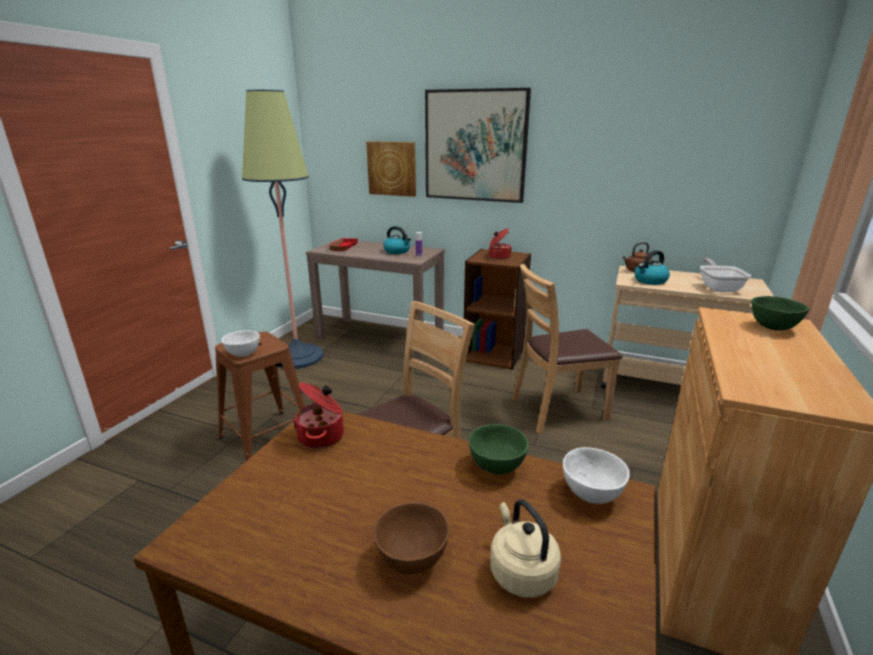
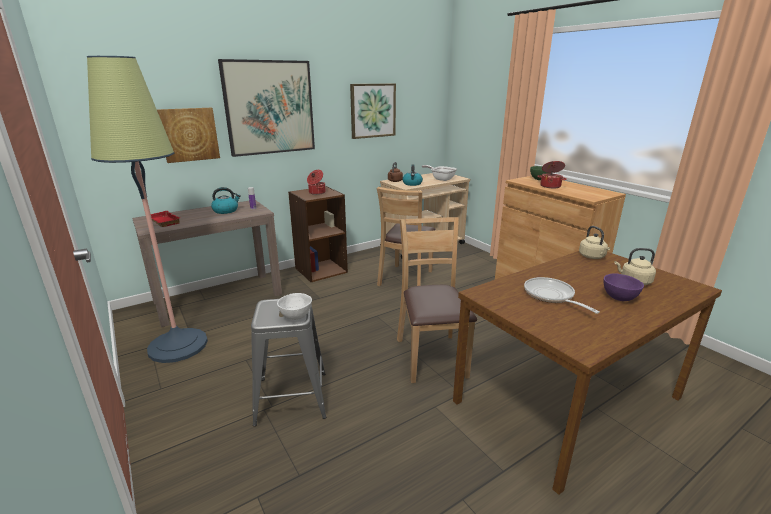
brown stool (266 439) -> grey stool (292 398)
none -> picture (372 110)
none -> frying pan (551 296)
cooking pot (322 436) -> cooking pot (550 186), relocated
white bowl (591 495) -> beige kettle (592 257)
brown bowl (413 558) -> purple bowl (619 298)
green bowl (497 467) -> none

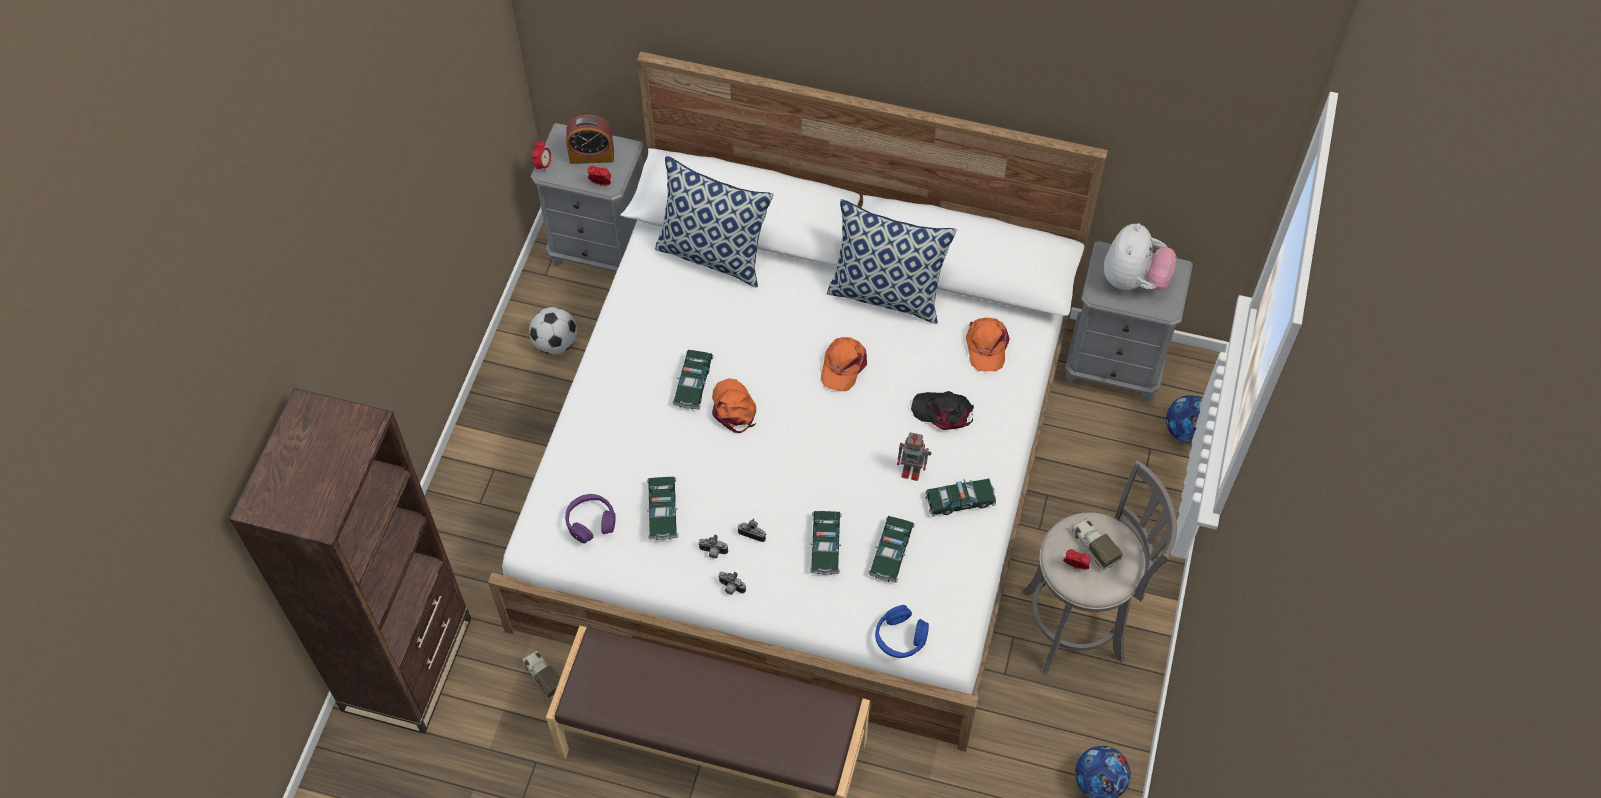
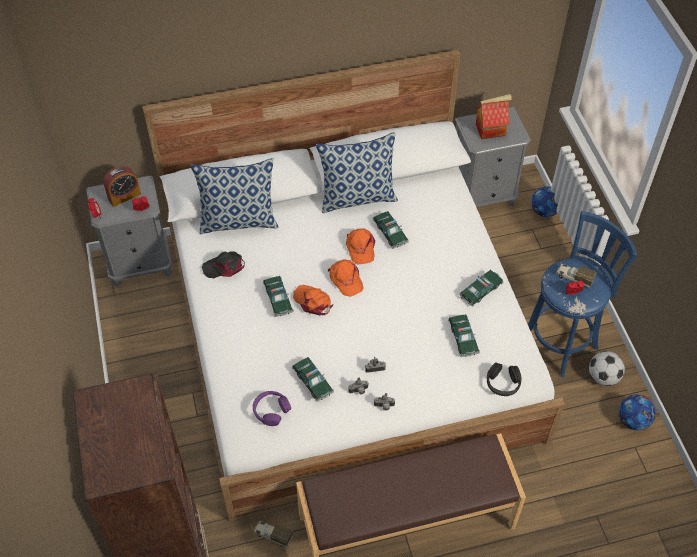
black cap (943 412) -> black cap (224 267), relocated
orange cap (986 346) -> orange cap (345 279), relocated
toy car (825 546) -> toy car (390 233), relocated
plush toy (1133 280) -> toy house (491 129)
blue headphones (900 637) -> black headphones (502 383)
grey stool (1079 624) -> blue stool (561 340)
football (555 343) -> football (603 377), relocated
toy robot (912 470) -> none

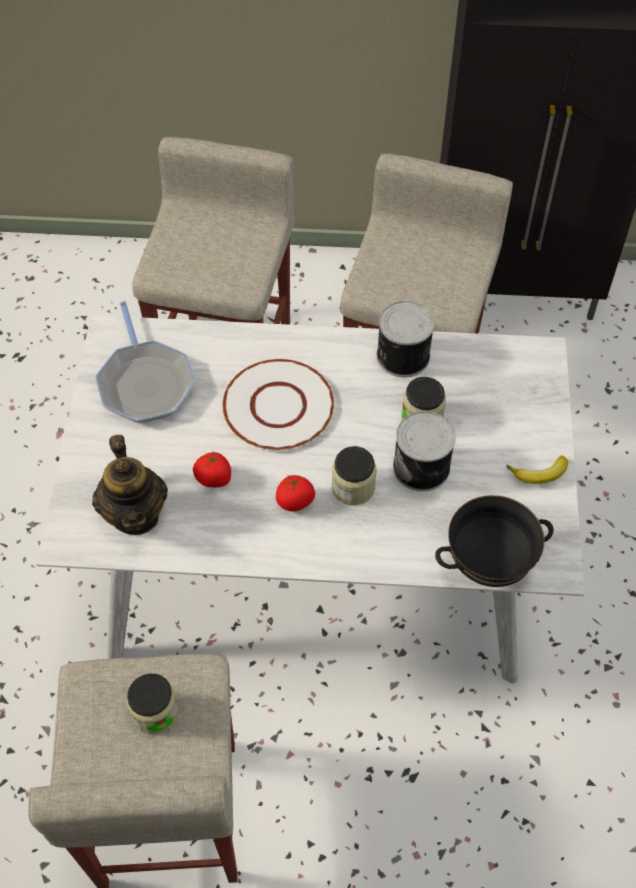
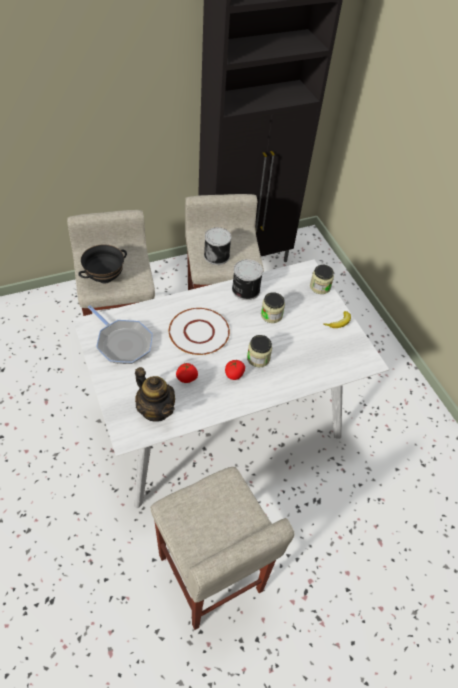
black bowl (488 563) -> black bowl (105 277), relocated
can (423 467) -> can (217 255), relocated
jar (155 712) -> jar (320 287), relocated

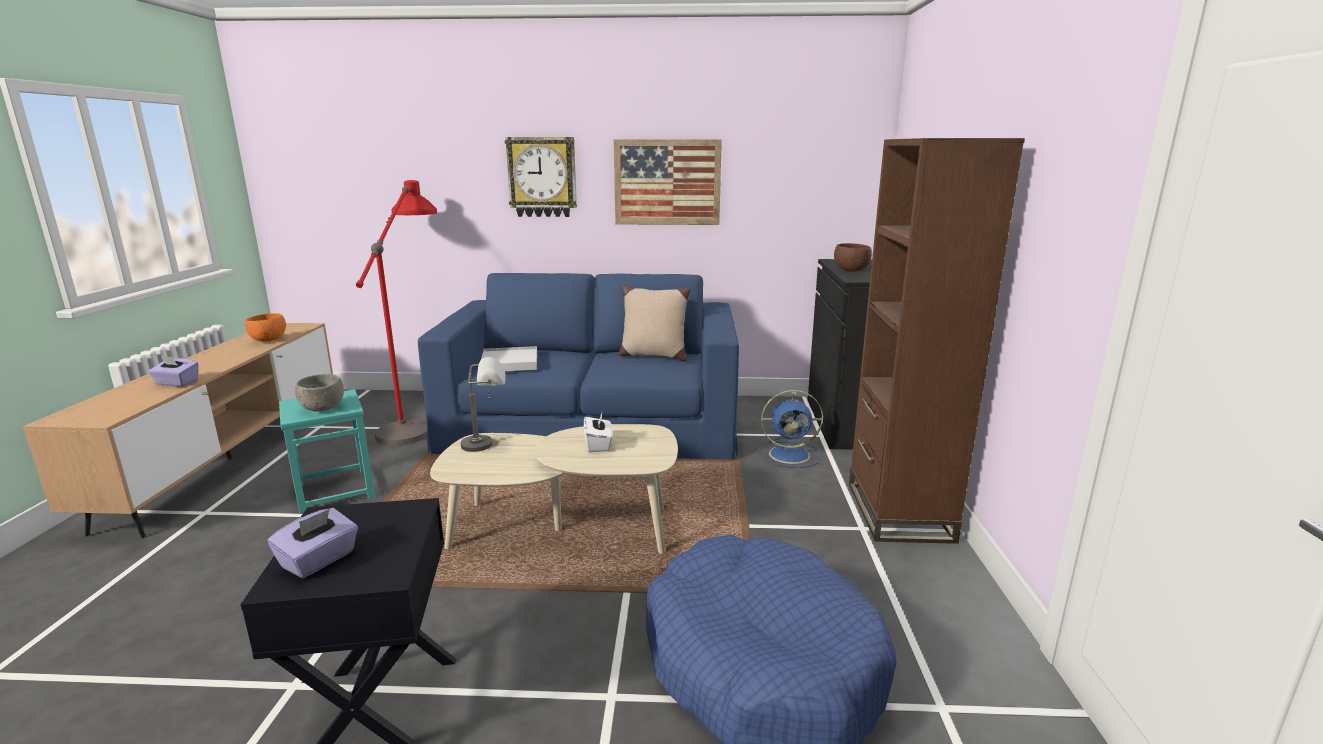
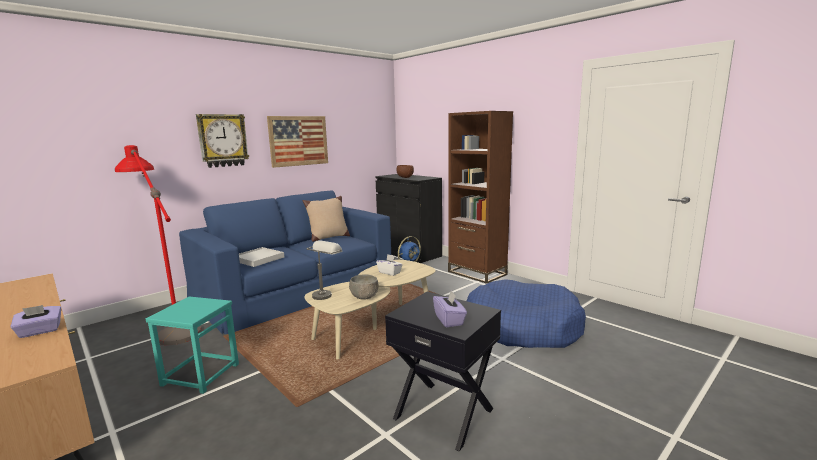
grey bowl (322 409) -> grey bowl (364 297), relocated
orange bowl (268 340) -> none

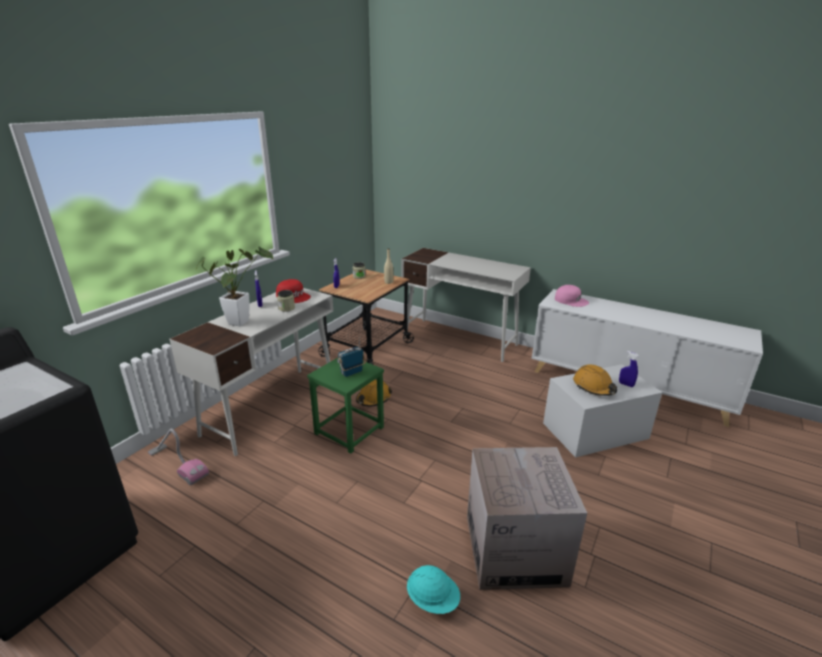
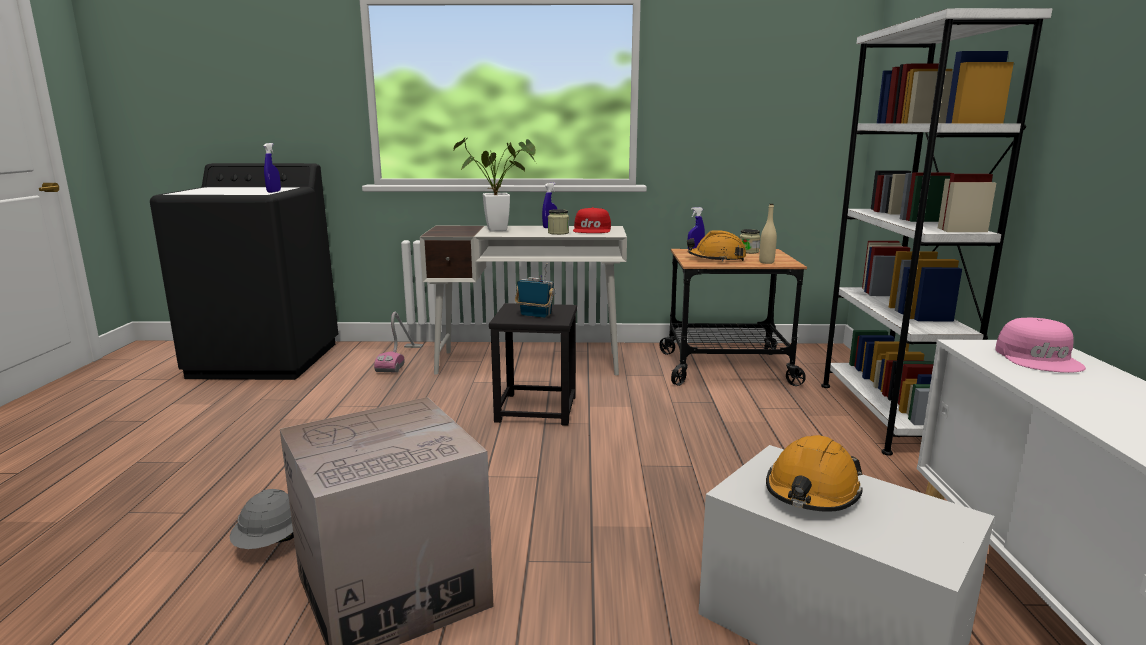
turquoise hard hat (433 600) -> grey hard hat (270 543)
blue spray bottle (626 384) -> blue spray bottle (274 192), relocated
green stool (349 431) -> black stool (536 409)
orange hard hat (373 399) -> orange hard hat (717 259), relocated
white desk (460 339) -> white bookcase (886 416)

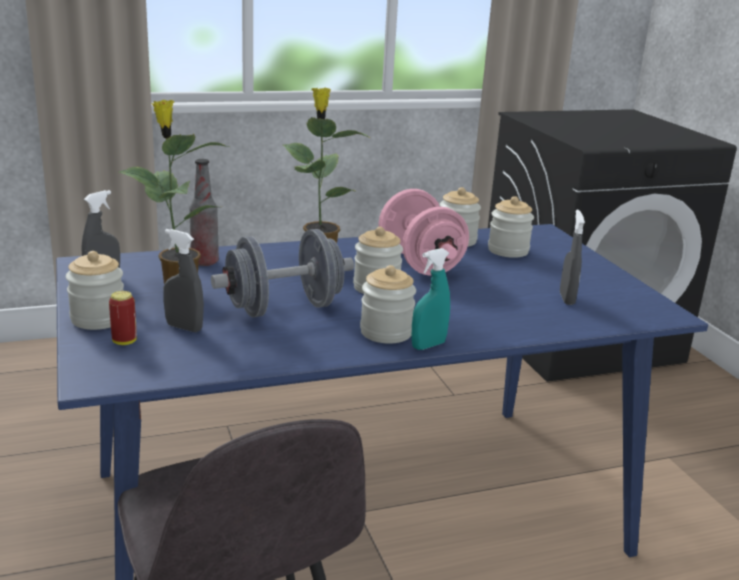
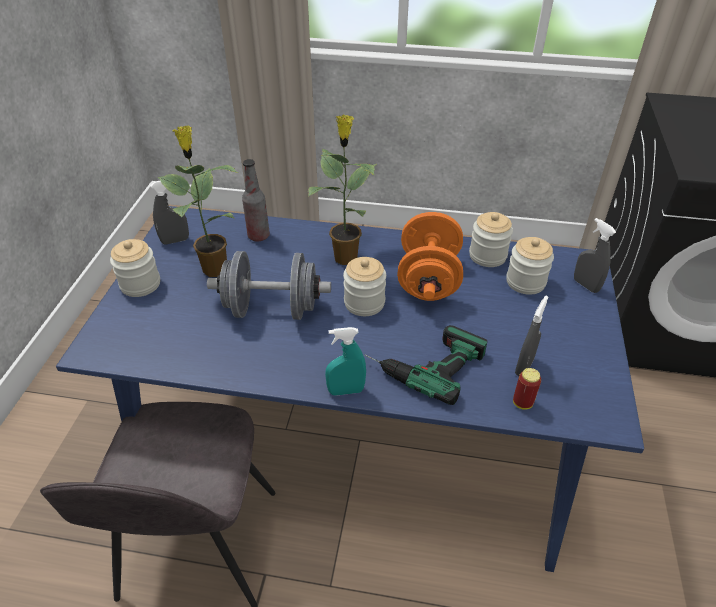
none -> power drill (423 361)
pink dumbbell (420 263) -> orange dumbbell (428 279)
can (124 342) -> can (522 403), relocated
grey spray bottle (184 327) -> grey spray bottle (585 285), relocated
jar (386 332) -> none

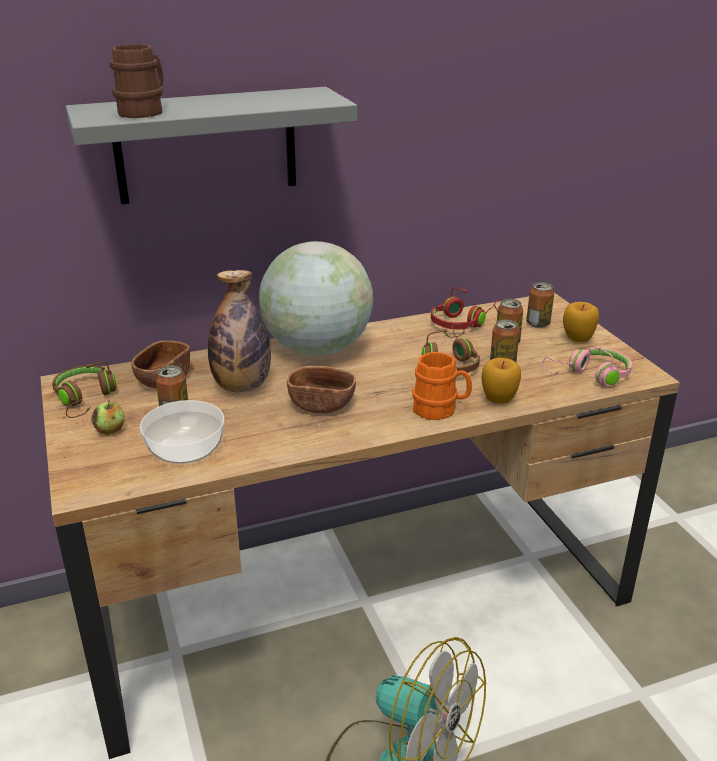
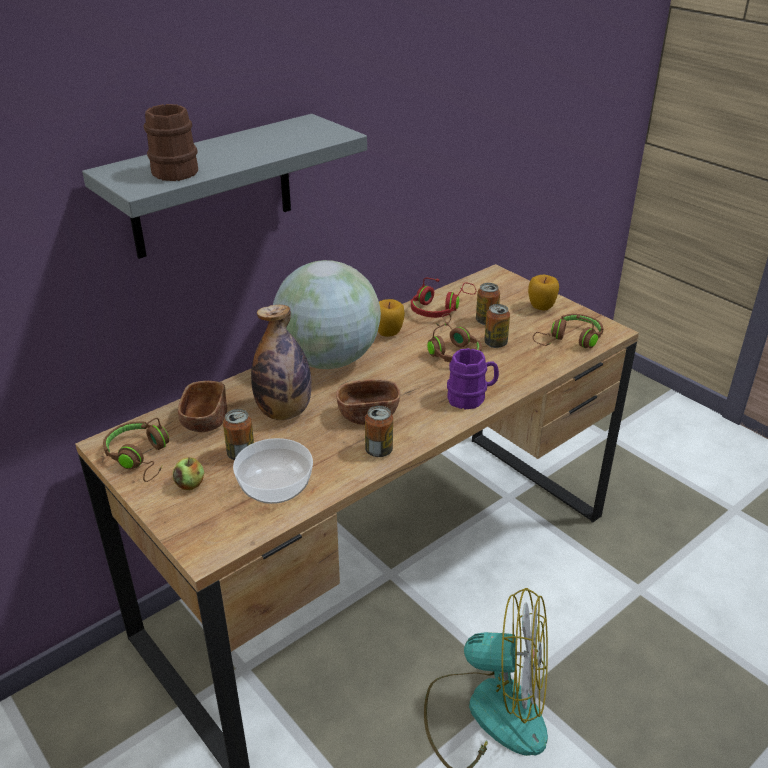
can (538 324) -> can (379 450), relocated
apple (498 400) -> apple (388 334), relocated
orange mug (440 410) -> purple mug (471 398)
pink headphones (590 375) -> brown headphones (570 340)

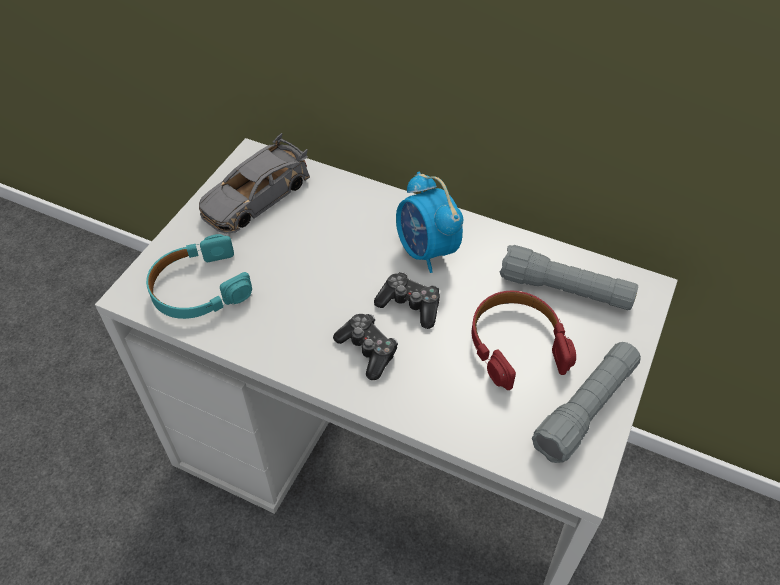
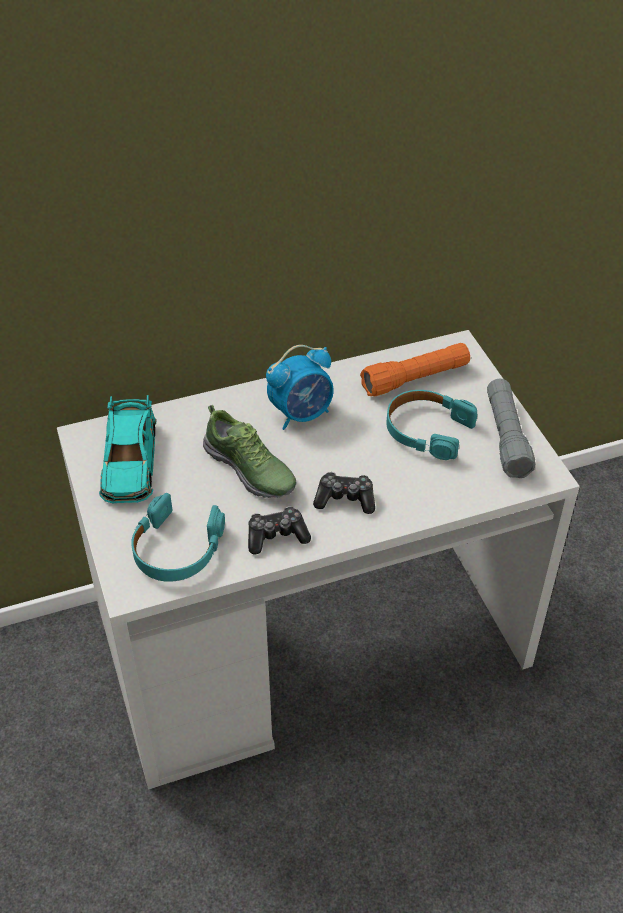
grey toy car (256 197) -> turquoise toy car (129 461)
none -> shoe (250 470)
game controller (410 305) -> game controller (276 536), relocated
alarm clock (426 251) -> alarm clock (302 414), 45 degrees counterclockwise
grey flashlight (565 290) -> orange flashlight (415 379)
red headphones (516 344) -> turquoise headphones (427 430)

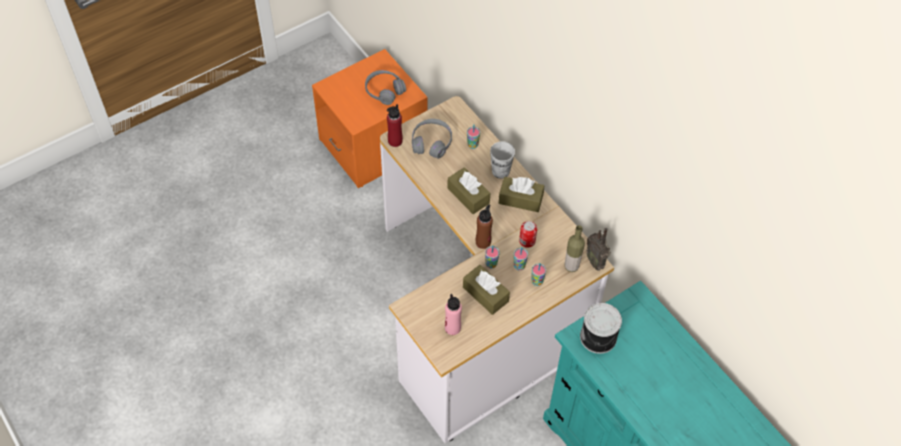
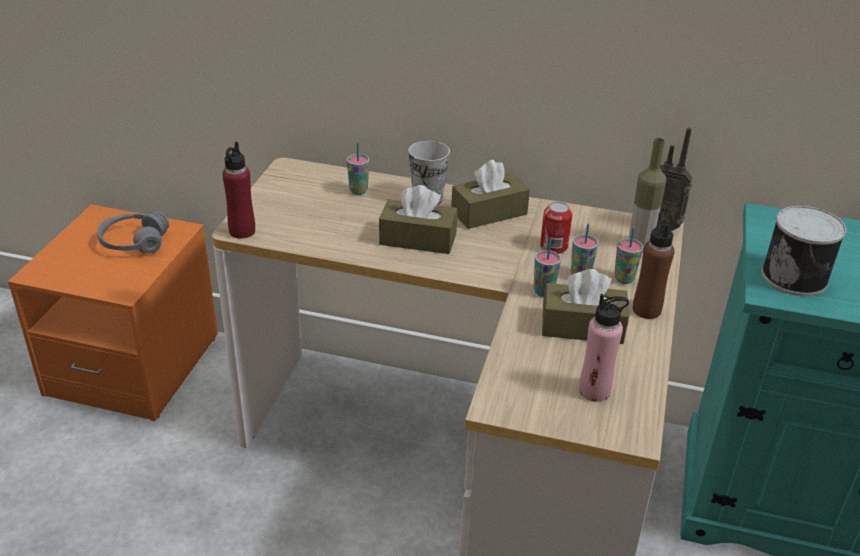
brown bottle (483 242) -> brown bottle (646 310), relocated
grey headphones (431 143) -> none

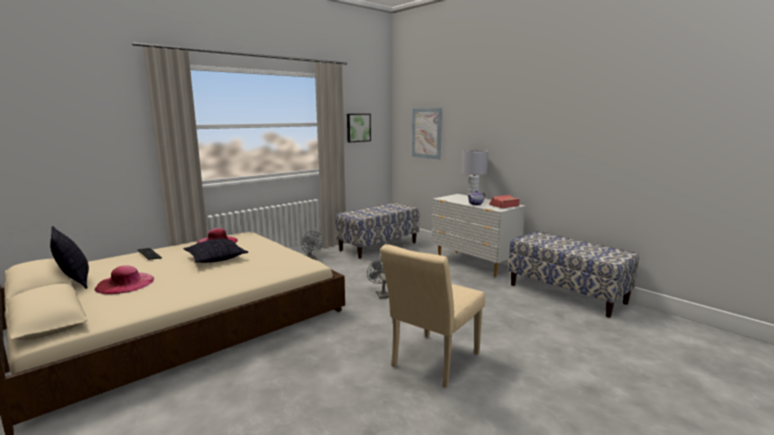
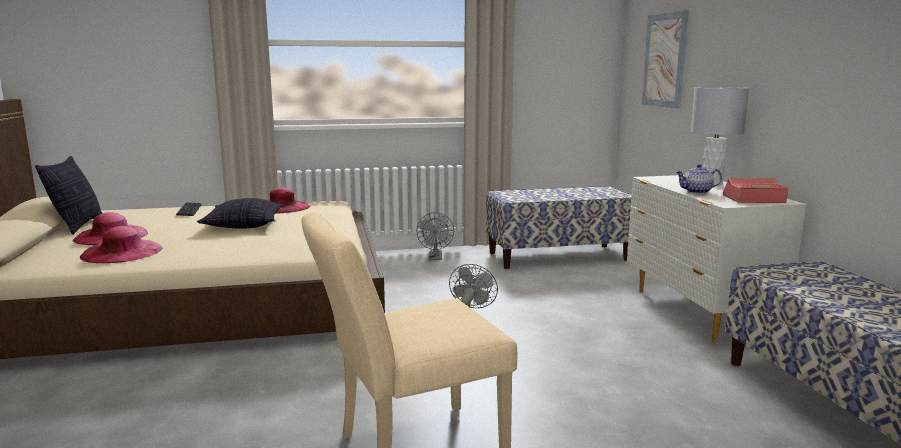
none -> pink hat (122 252)
picture (358 127) -> none

